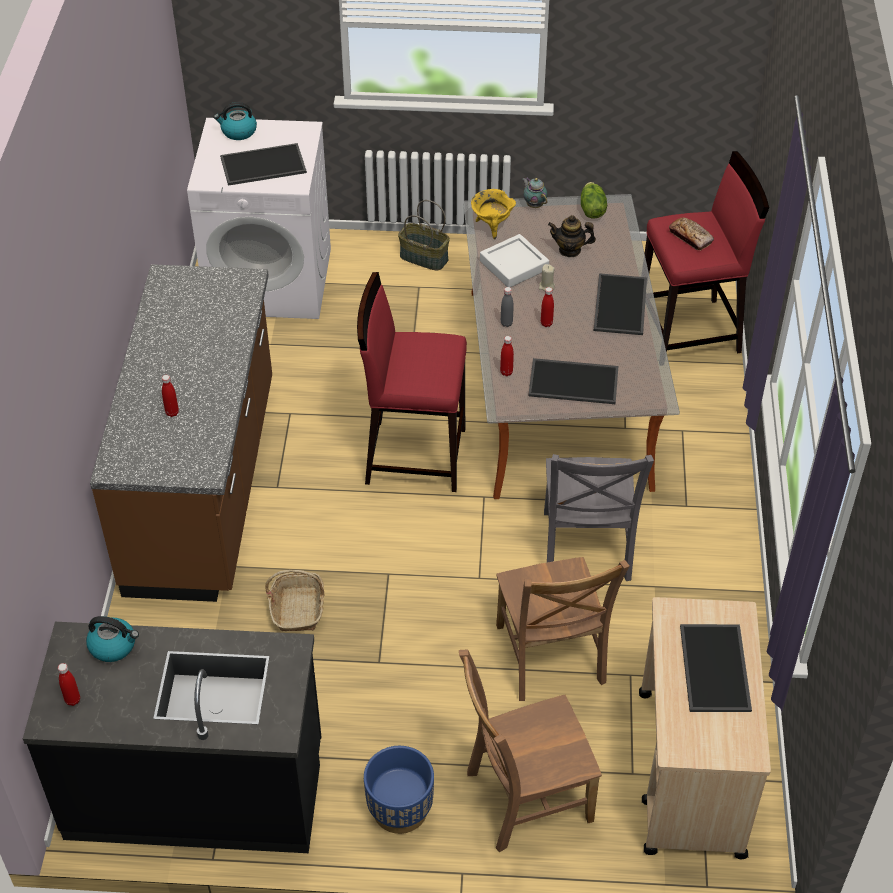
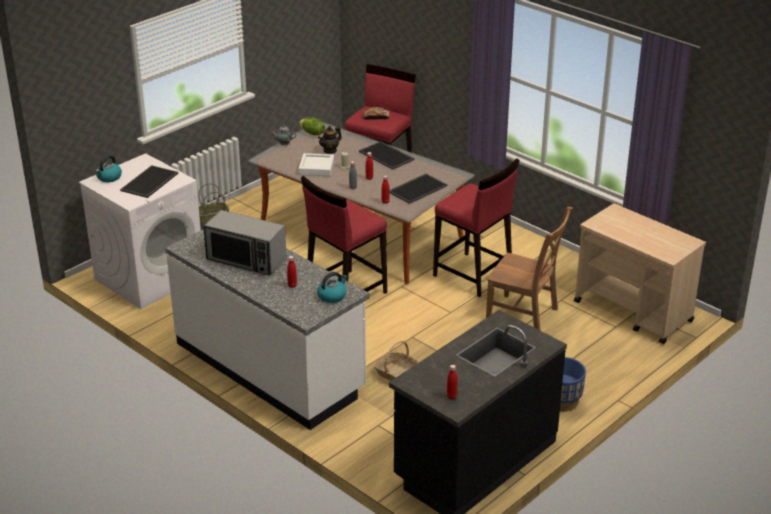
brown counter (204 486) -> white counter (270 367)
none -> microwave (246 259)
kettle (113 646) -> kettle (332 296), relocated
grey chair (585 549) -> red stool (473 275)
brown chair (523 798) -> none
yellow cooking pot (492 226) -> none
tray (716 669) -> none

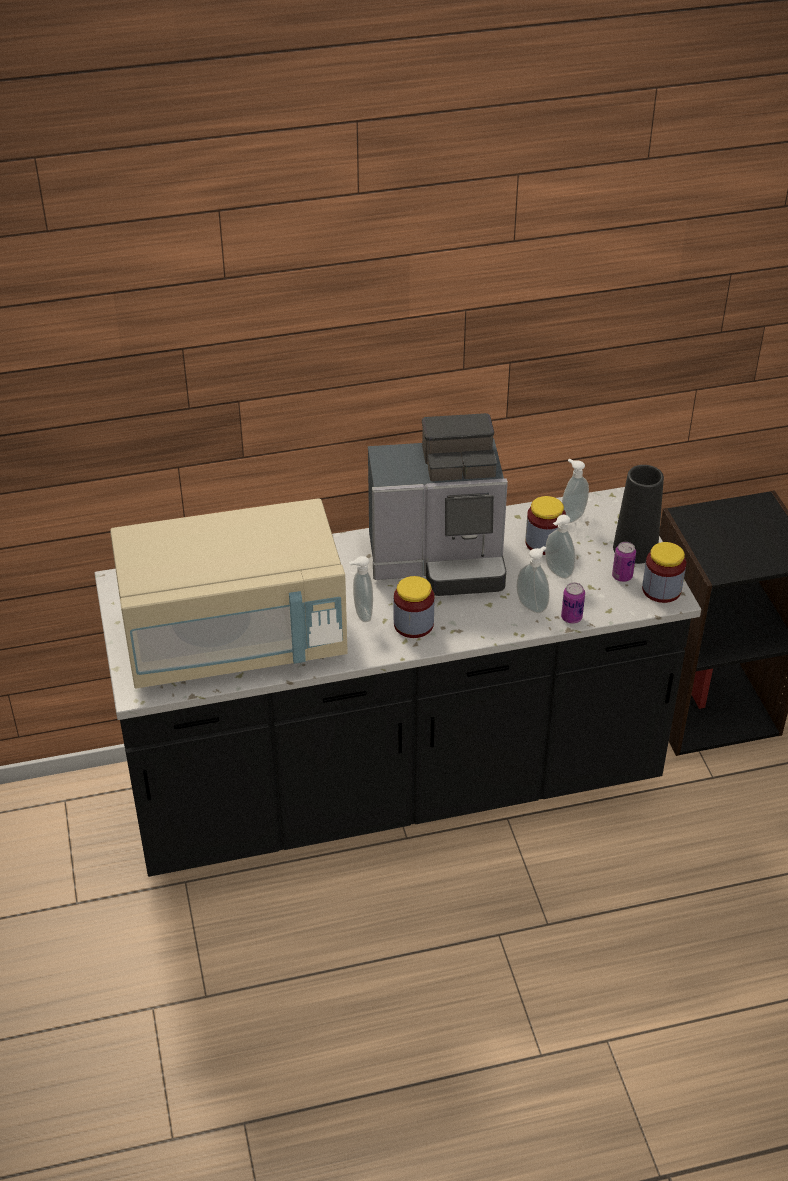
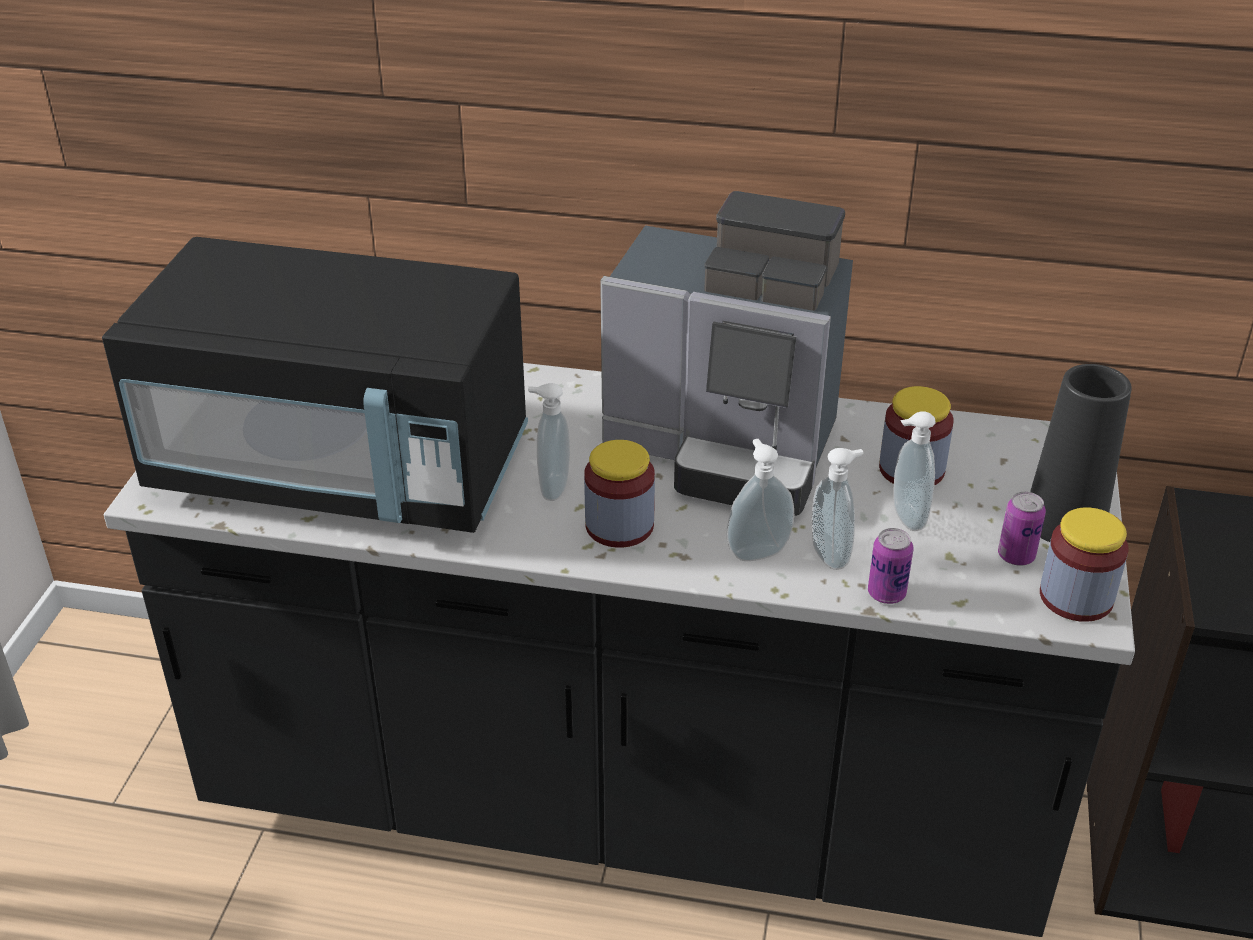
beige microwave (235 641) -> black microwave (342 470)
soap dispenser (571 516) -> soap dispenser (757 551), relocated

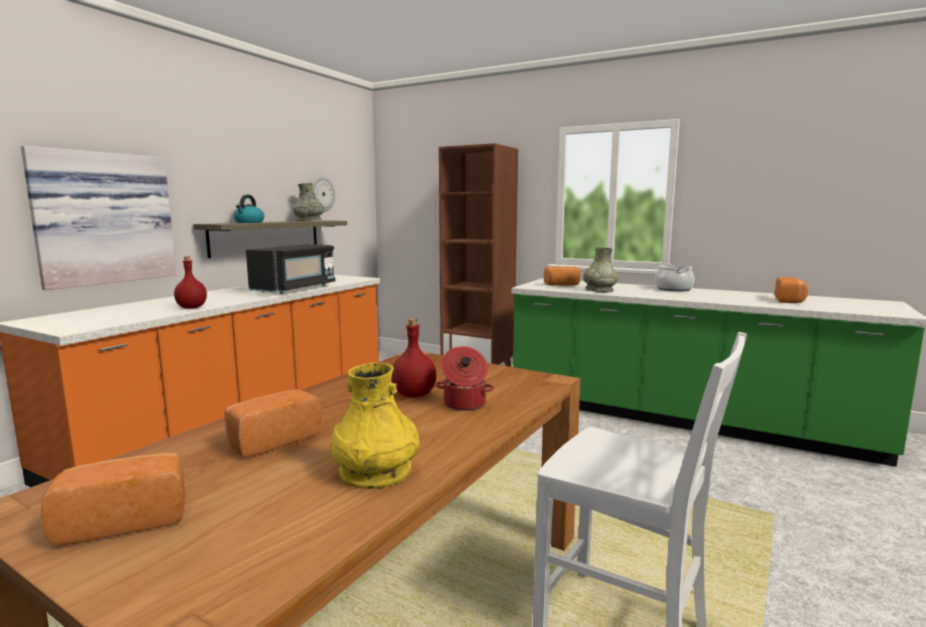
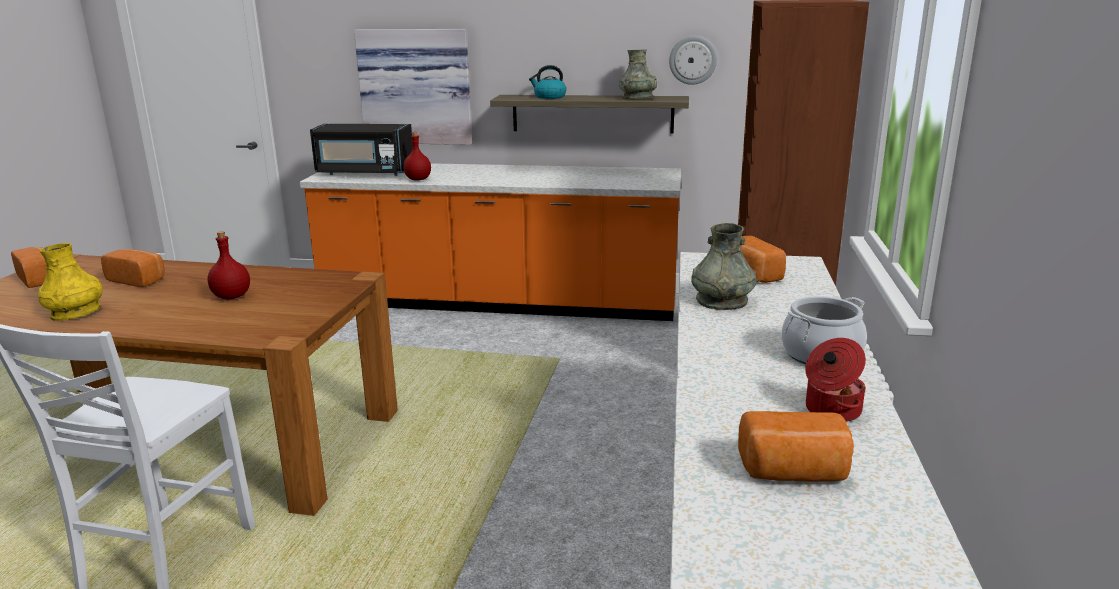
black microwave (295 289) -> black microwave (364 173), relocated
cooking pot (464 404) -> cooking pot (831 410), relocated

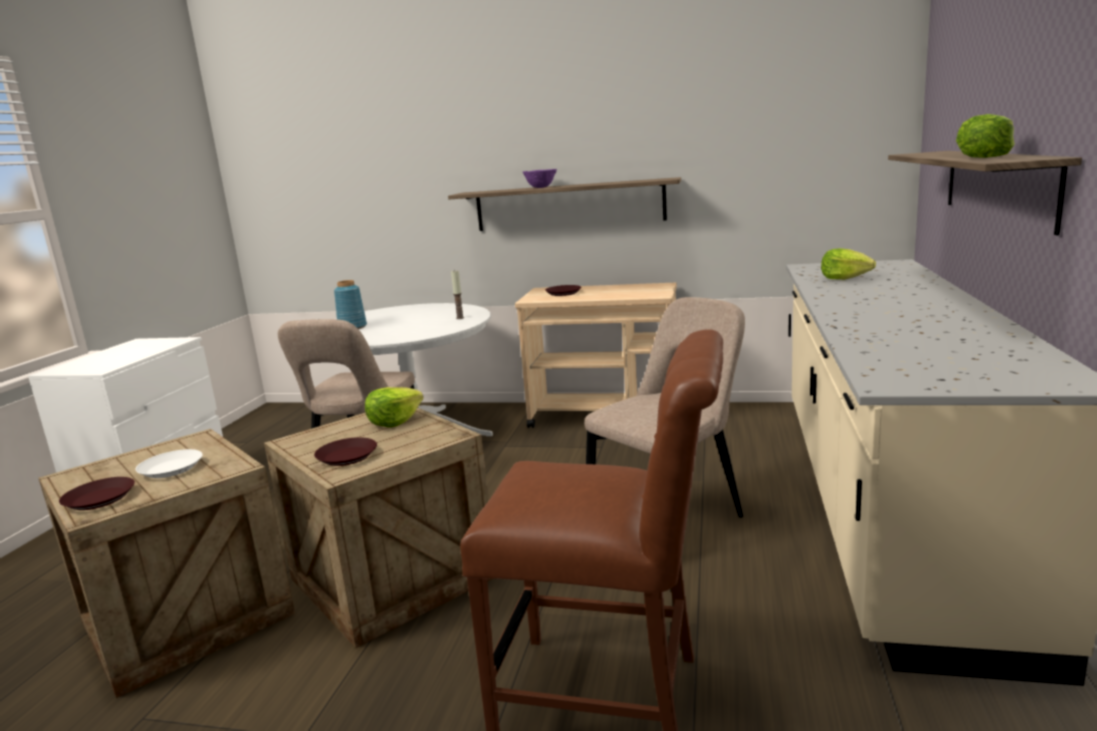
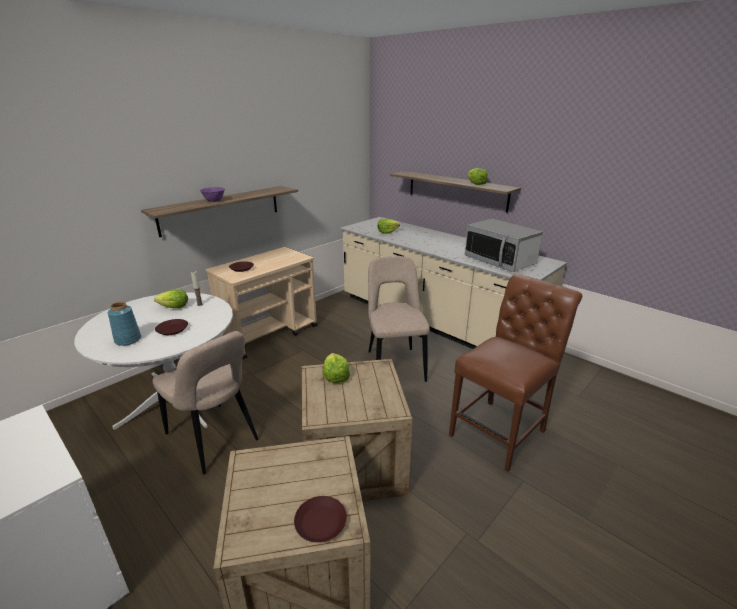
none -> lettuce (174 307)
brown plate (347 456) -> brown plate (172 329), relocated
none -> microwave (499 261)
white plate (171 468) -> none

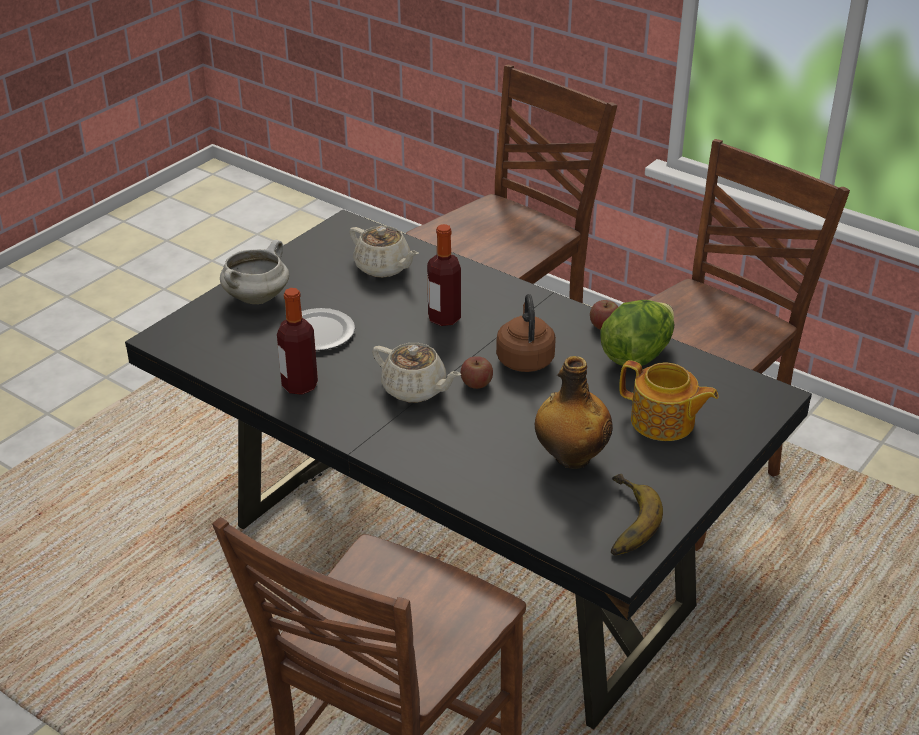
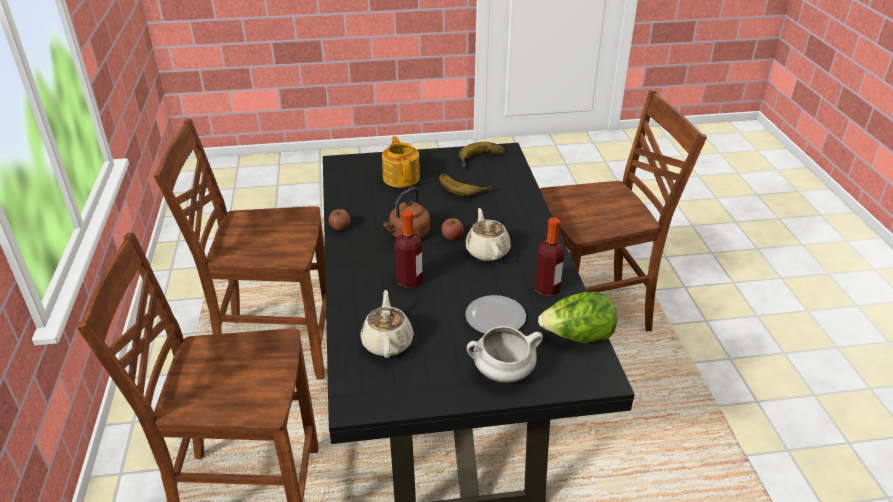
bottle (571 458) -> banana (464 186)
lettuce (637 355) -> lettuce (577 337), relocated

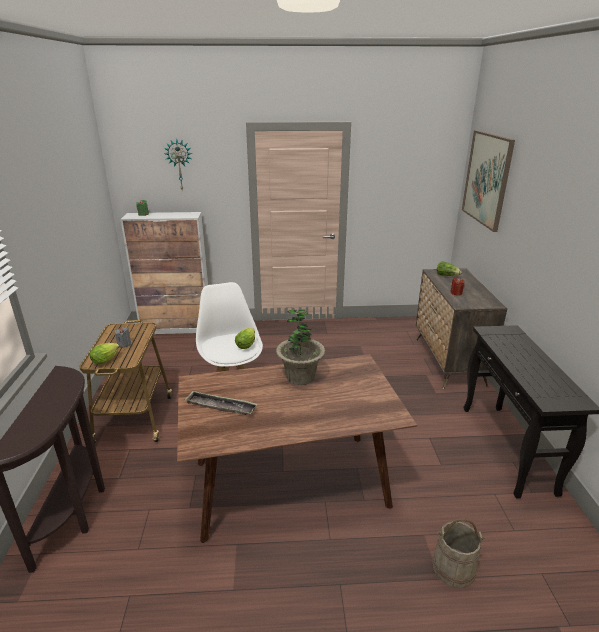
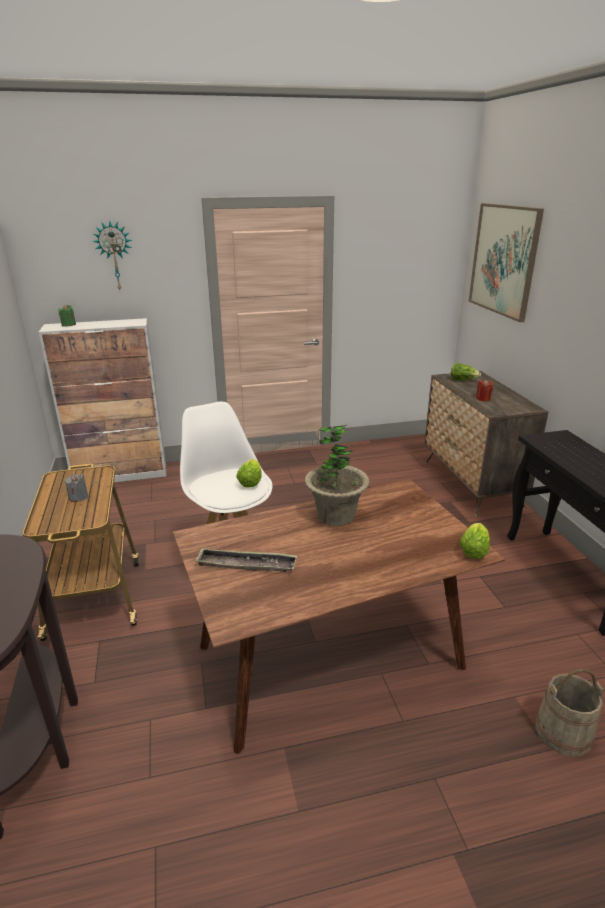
lettuce (107 359) -> lettuce (474 549), relocated

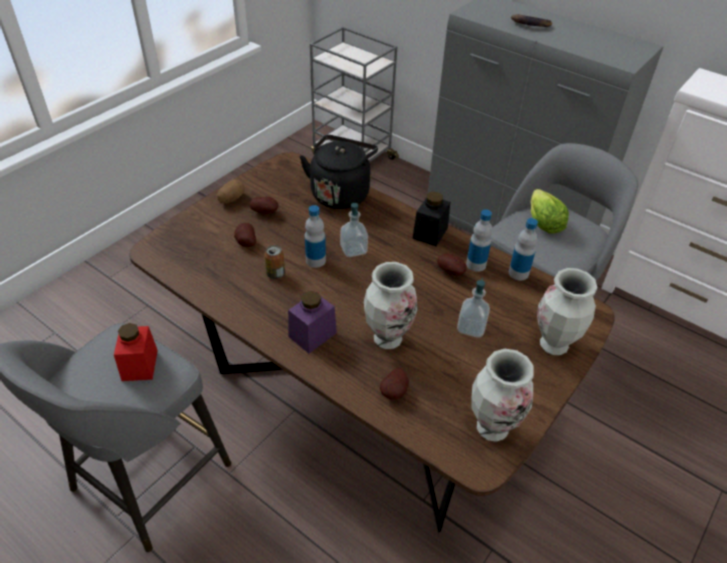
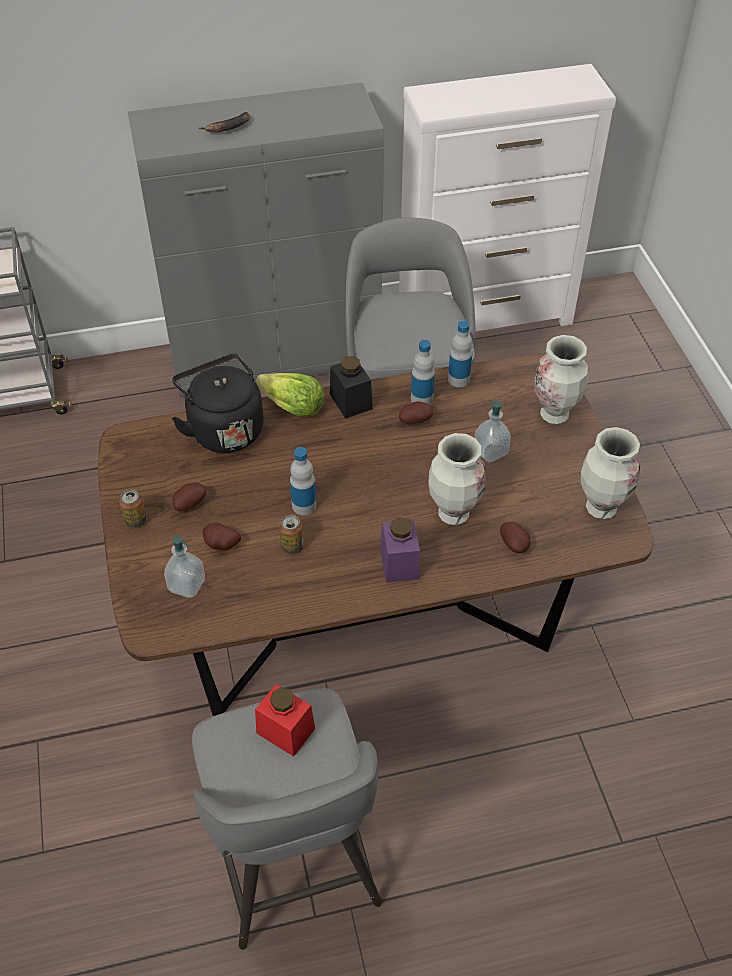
potato (231 199) -> can (135 520)
soap dispenser (353 250) -> soap dispenser (187 585), relocated
lettuce (543 222) -> lettuce (292 407), relocated

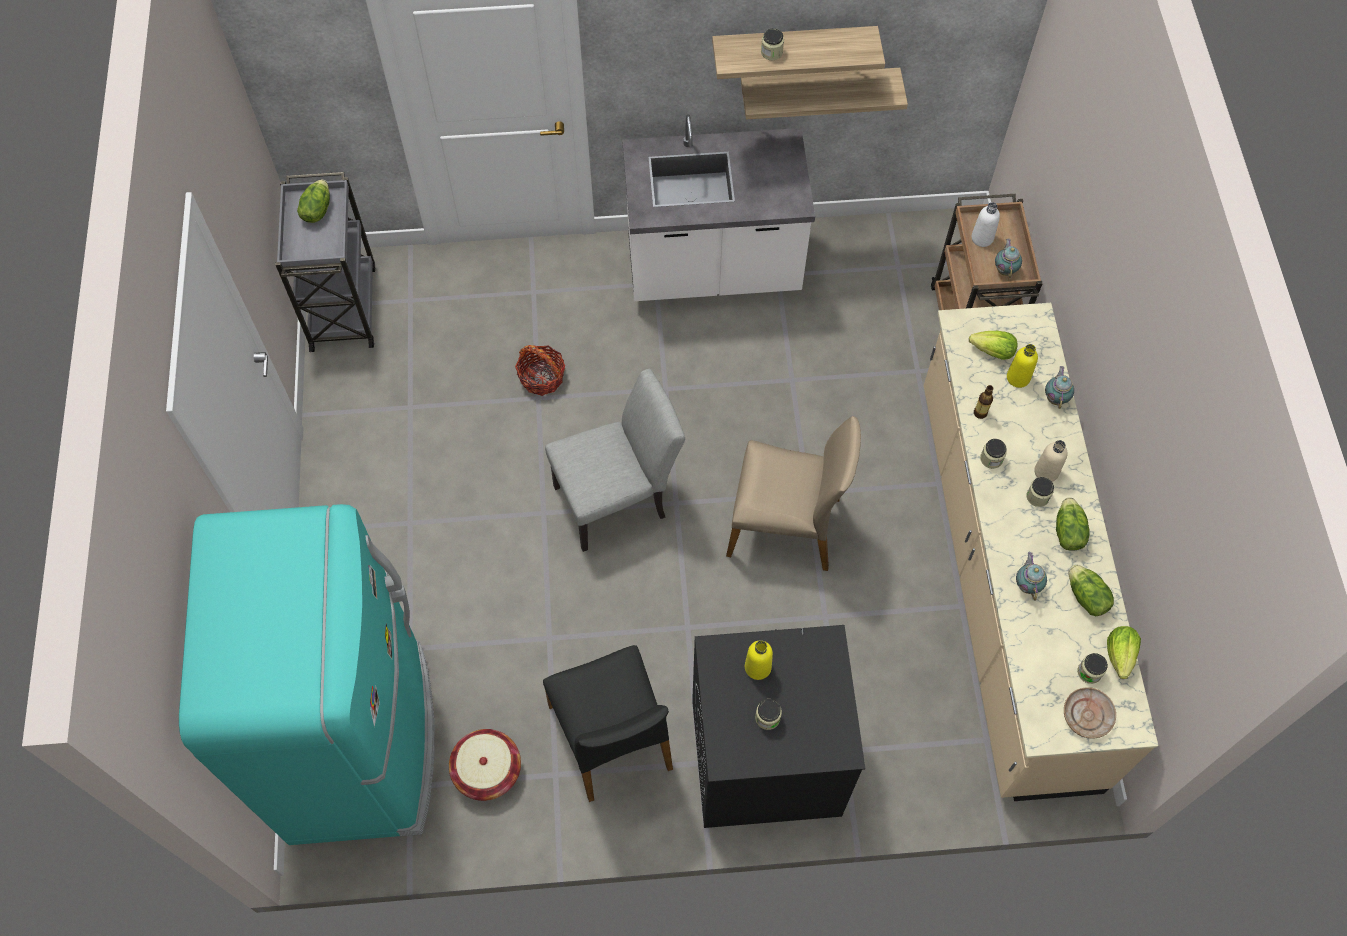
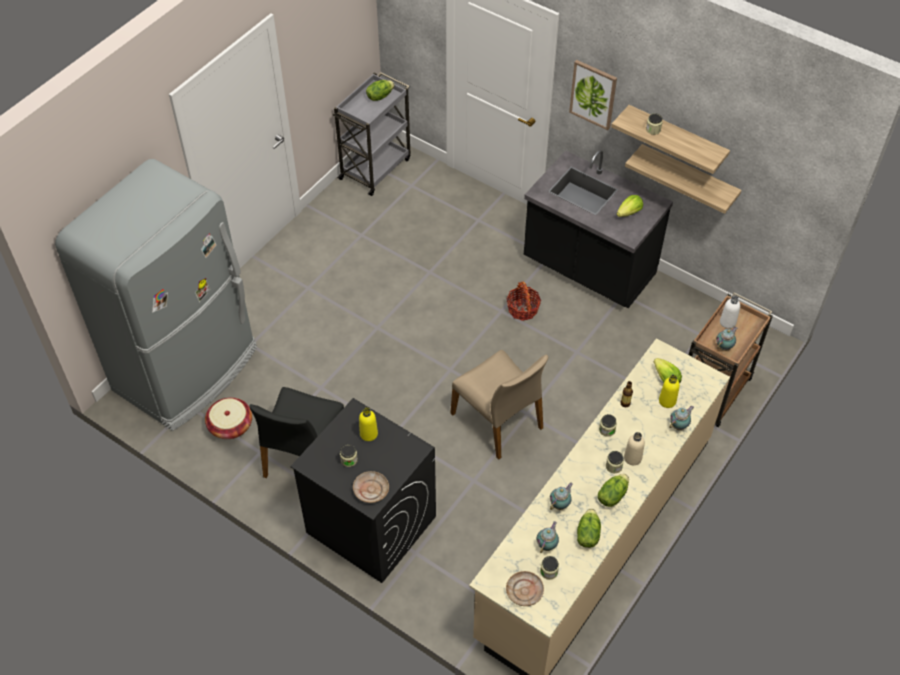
turquoise fridge (361 741) -> grey fridge (188 369)
none -> beige plate (371 490)
basket (542 377) -> basket (523 309), relocated
white counter (713 269) -> black counter (588 269)
none -> teapot (547 545)
none -> picture (593 94)
lettuce (1120 655) -> lettuce (629 213), relocated
grey chair (618 499) -> none

